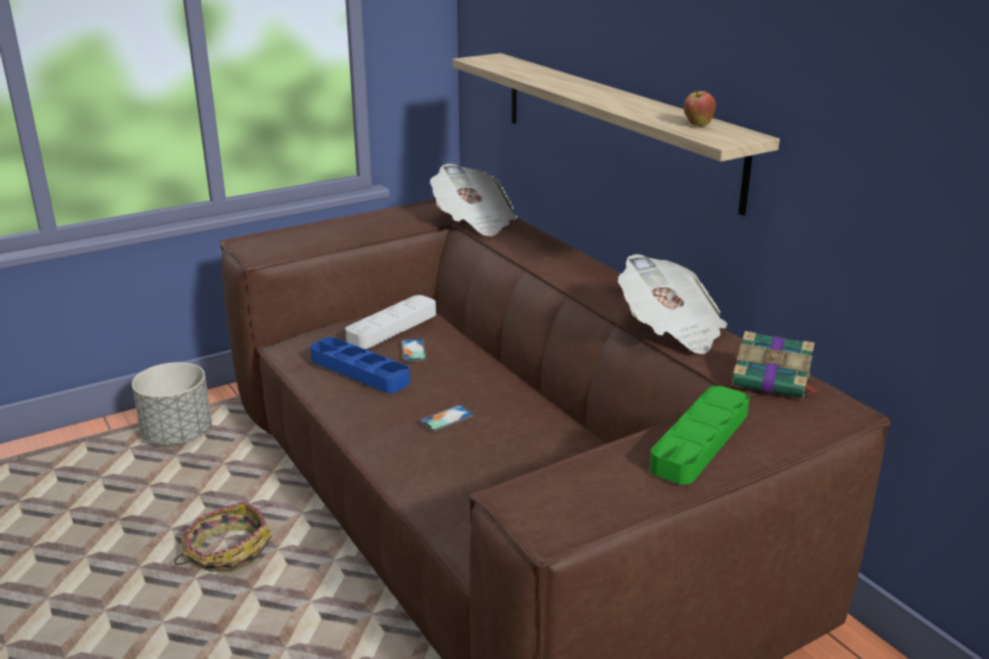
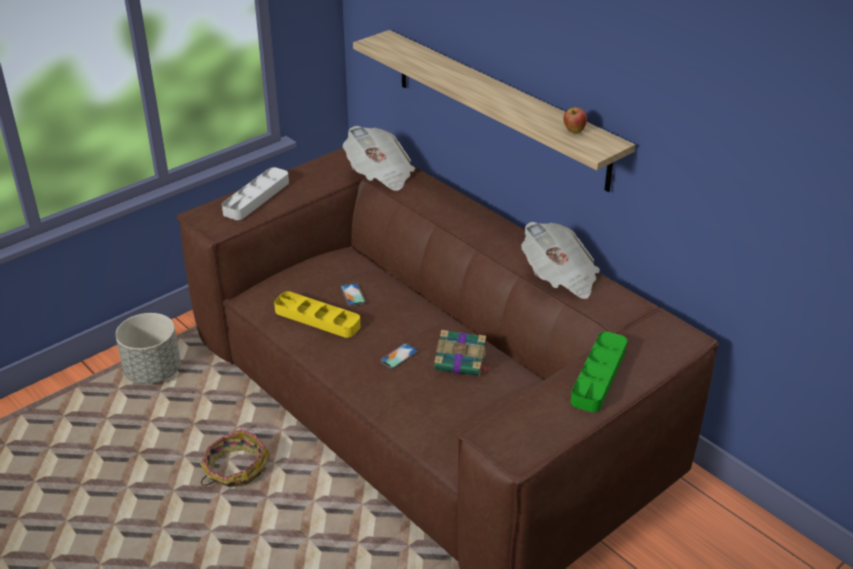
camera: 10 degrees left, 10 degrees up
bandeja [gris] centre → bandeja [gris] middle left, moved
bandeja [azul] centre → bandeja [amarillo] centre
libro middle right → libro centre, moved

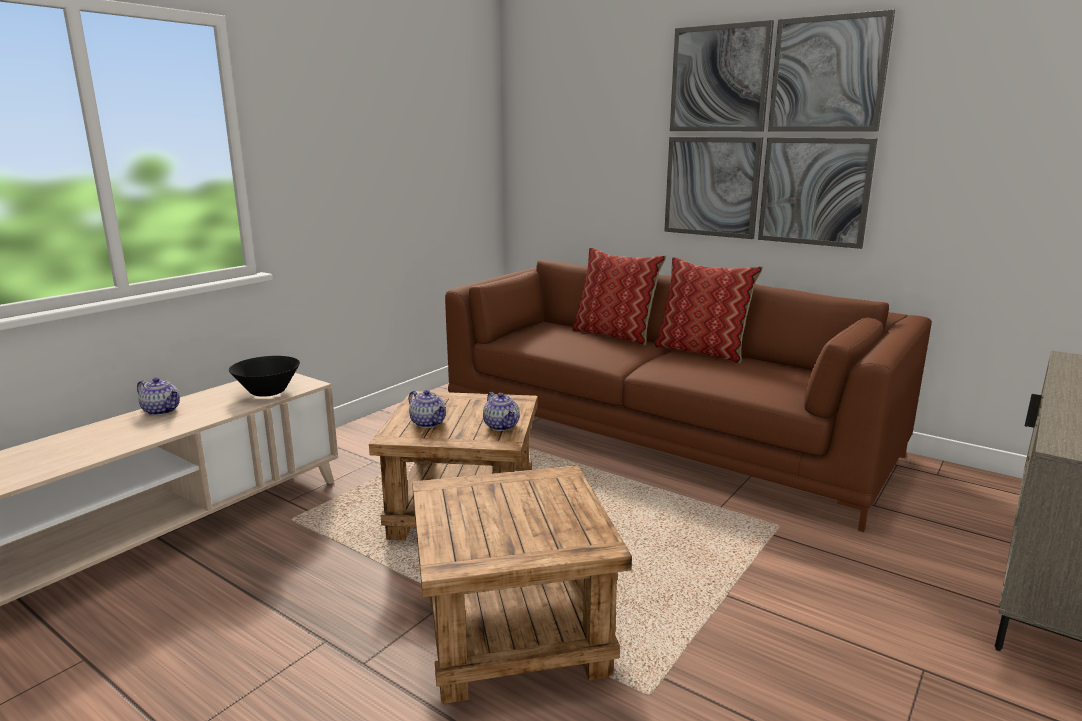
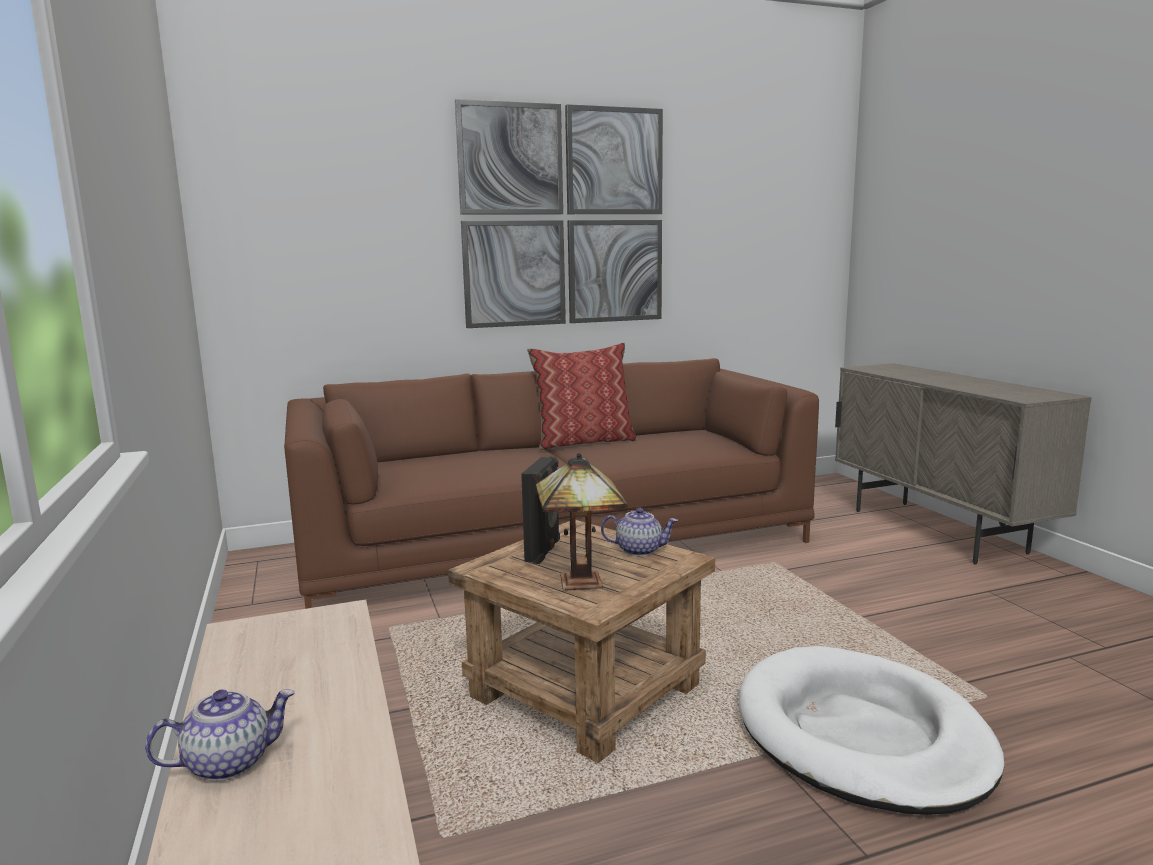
camera: 55 degrees left, 5 degrees down
- → altavoz [negro] centre
tetera (2nd from left) centre → lámpara de mesa centre
mesa auxiliar [marrón] (2nd from left) bottom centre → cama para perro [blanco] bottom right
cuenco [negro] middle left → -
cojín (1st from left) centre → -

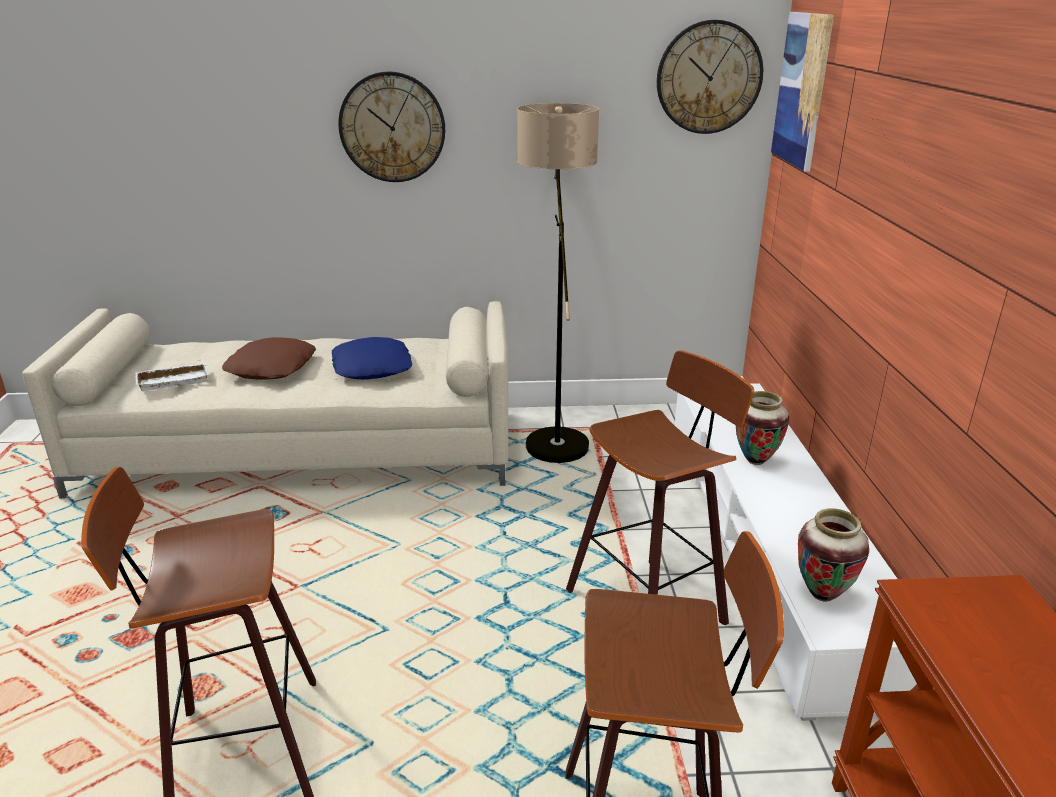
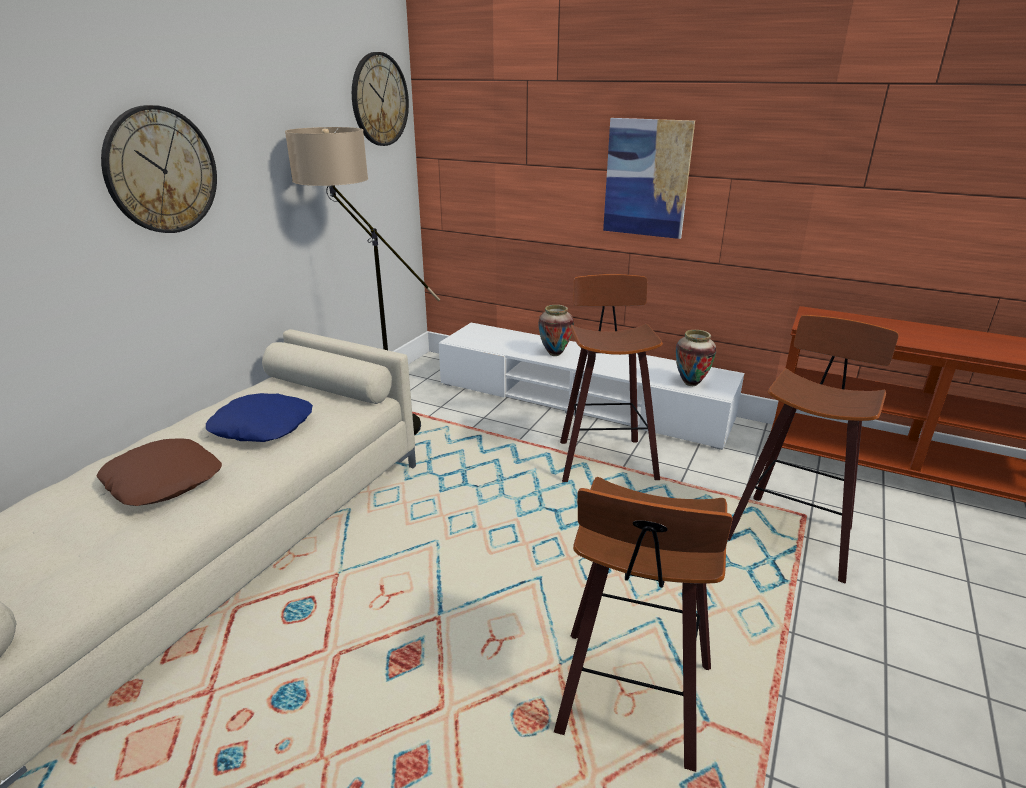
camera: 60 degrees left, 0 degrees up
cuadro top right → cuadro top centre, moved
bandeja [blanco] middle left → -

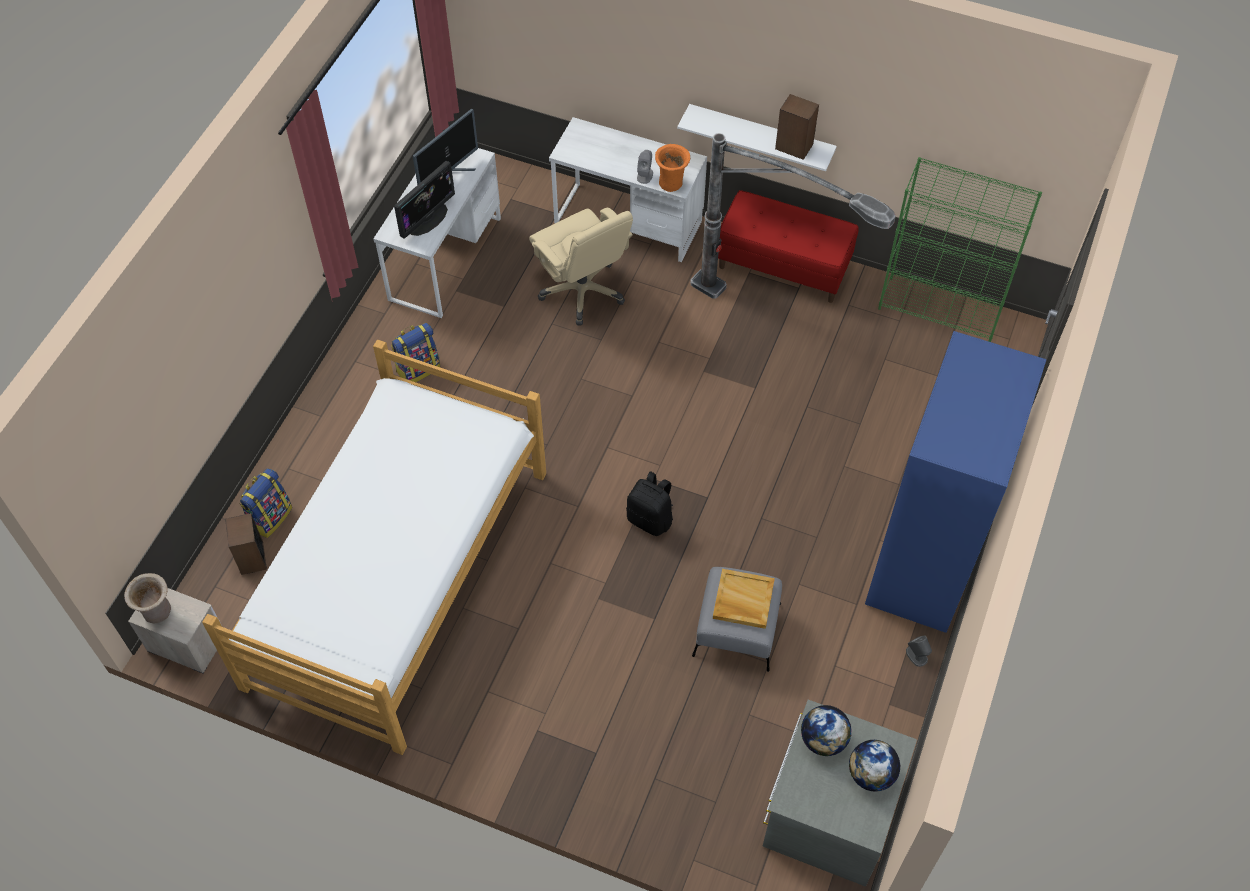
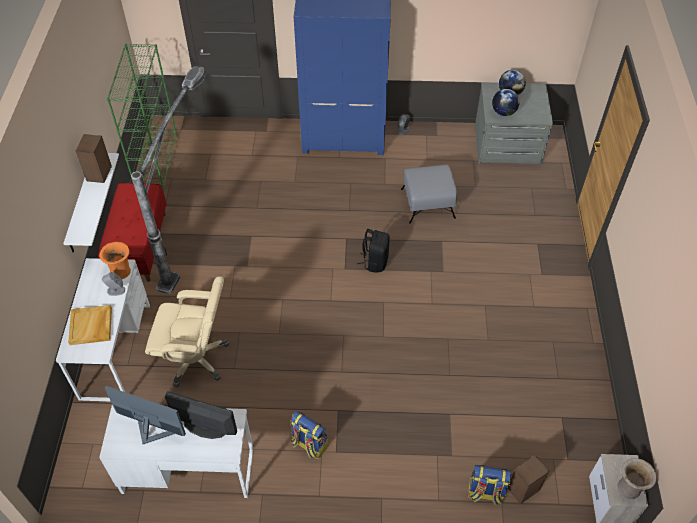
camera: 110 degrees left, 5 degrees down
bandeja [beis] bottom centre → bandeja [beis] middle left, moved
silla de oficina [beis] top centre → silla de oficina [beis] middle left, 60 degrees clockwise
cama middle left → -

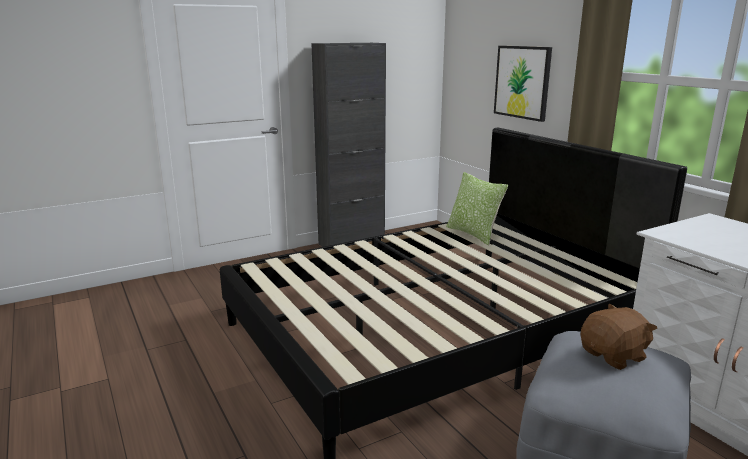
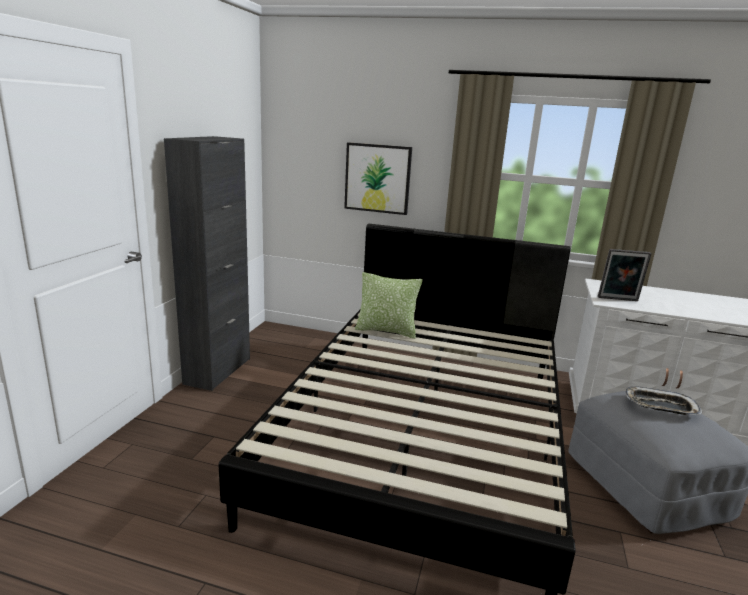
camera: 45 degrees left, 0 degrees up
- → portarretratos middle right
peluche [marrón] bottom right → bandeja bottom right

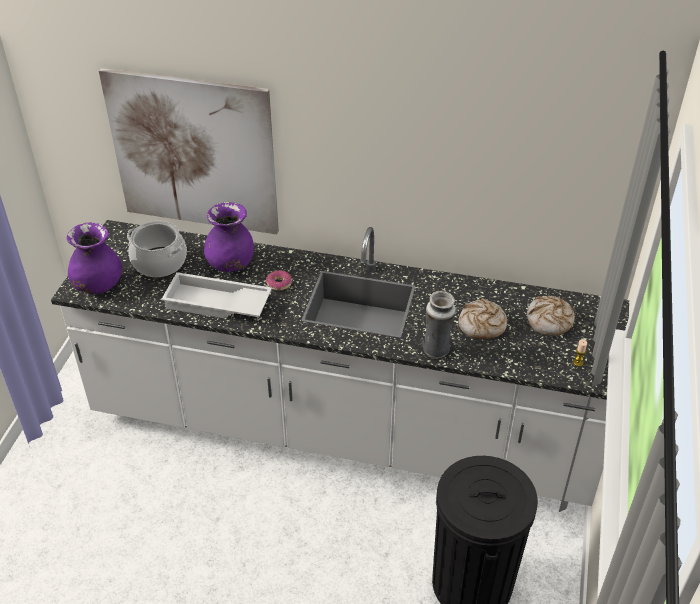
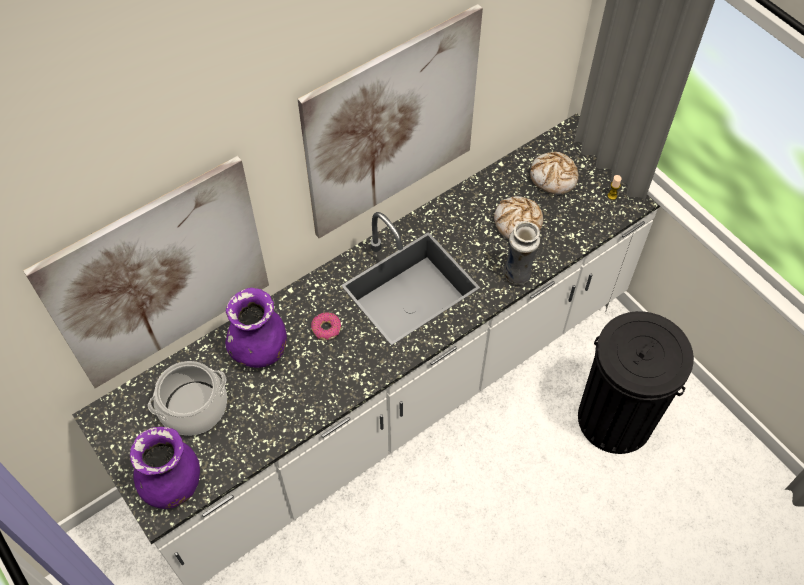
camera: 50 degrees left, 15 degrees up
- → cuadro (2nd from left) top centre
bandeja [blanco] middle left → -

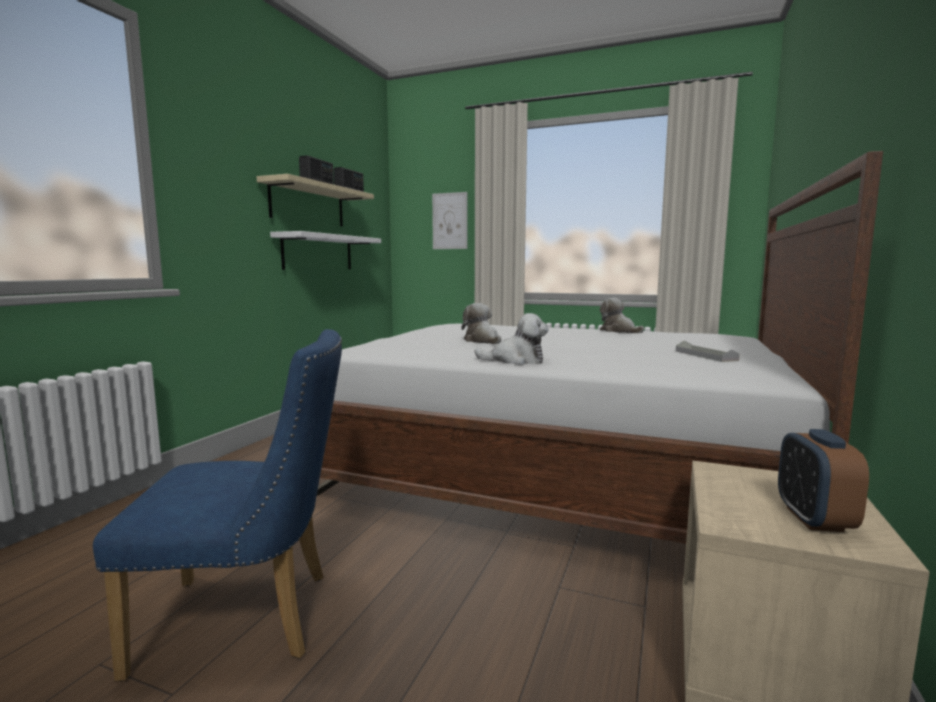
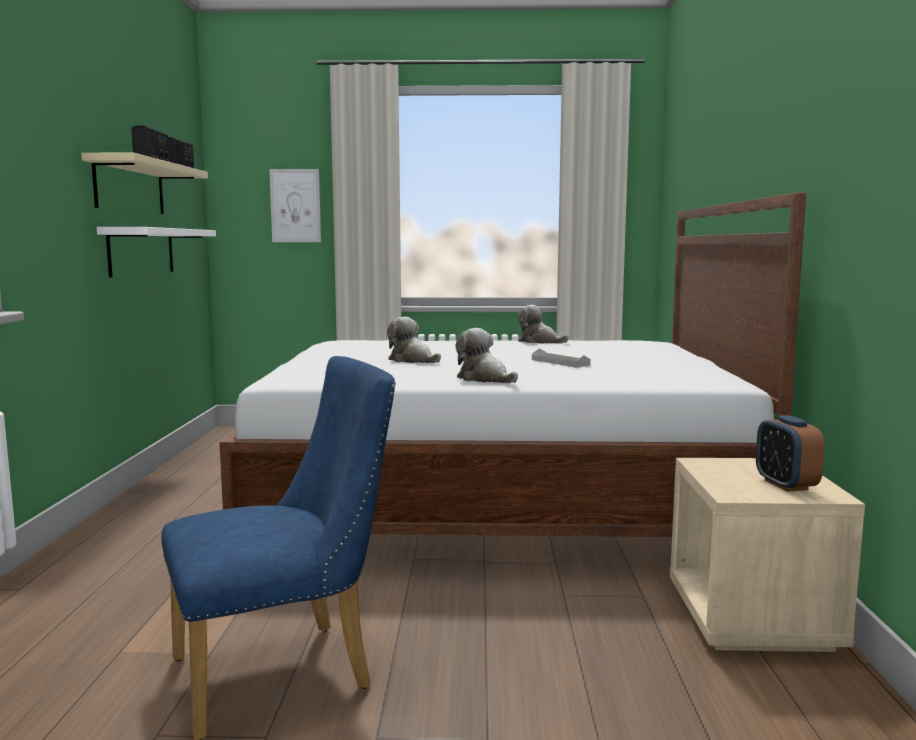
camera: 20 degrees left, 0 degrees up
peluche (2nd from left) centre, 120 degrees counterclockwise
bandeja [gris] middle right → bandeja [gris] centre, moved

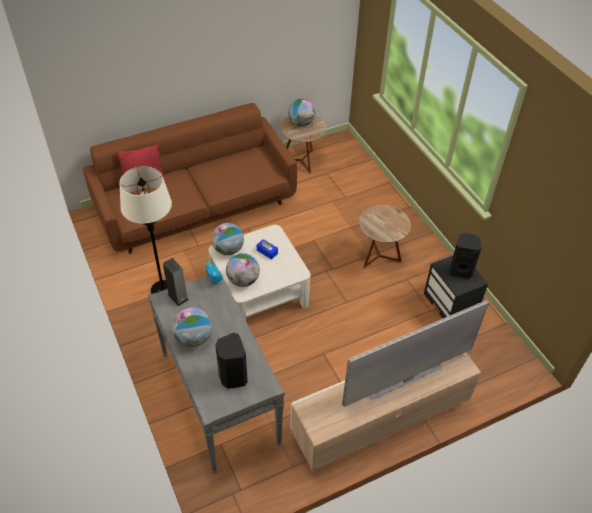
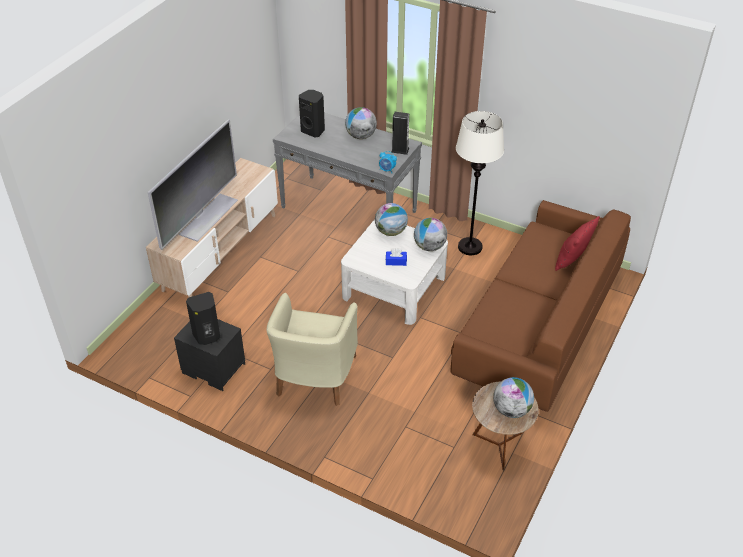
camera: 145 degrees right, 5 degrees down
mesa auxiliar [marrón] (2nd from left) centre → sillón [beis] centre

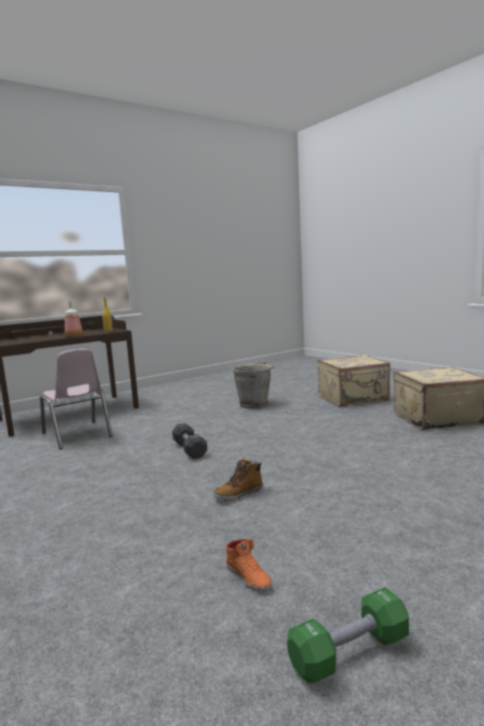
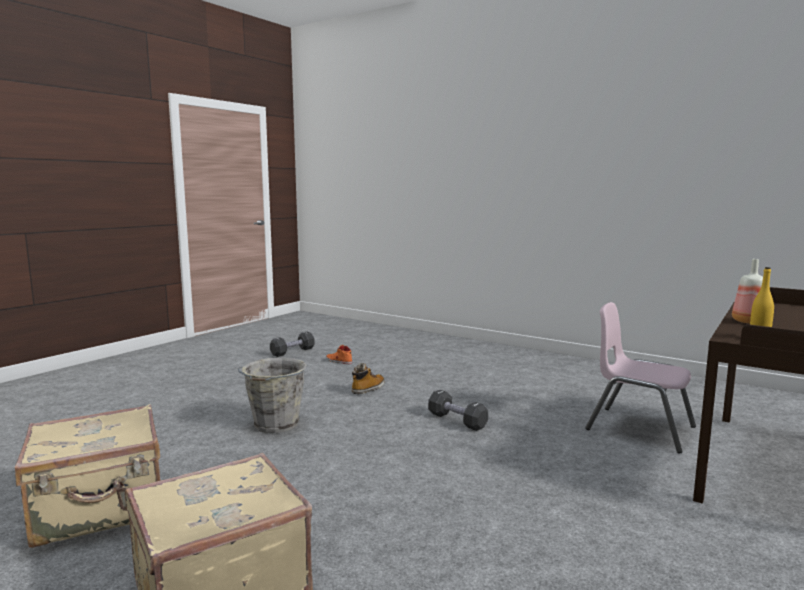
camera: 160 degrees right, 0 degrees up
cubo [gris] centre → cubo [gris] bottom centre, moved
mancuerna [verde] bottom right → mancuerna [negro] (1st from left) centre

